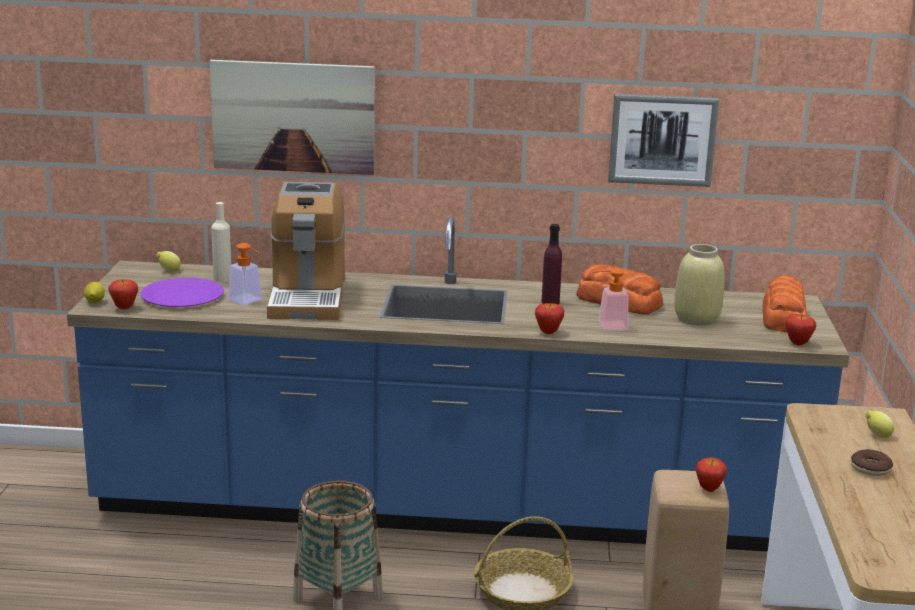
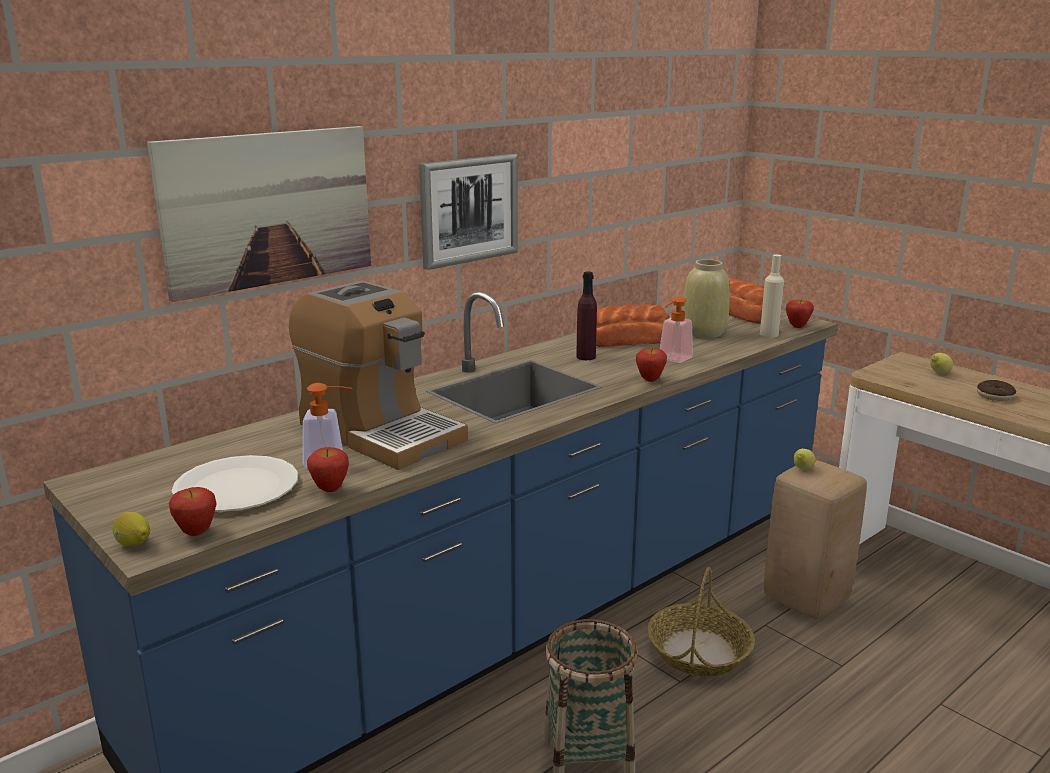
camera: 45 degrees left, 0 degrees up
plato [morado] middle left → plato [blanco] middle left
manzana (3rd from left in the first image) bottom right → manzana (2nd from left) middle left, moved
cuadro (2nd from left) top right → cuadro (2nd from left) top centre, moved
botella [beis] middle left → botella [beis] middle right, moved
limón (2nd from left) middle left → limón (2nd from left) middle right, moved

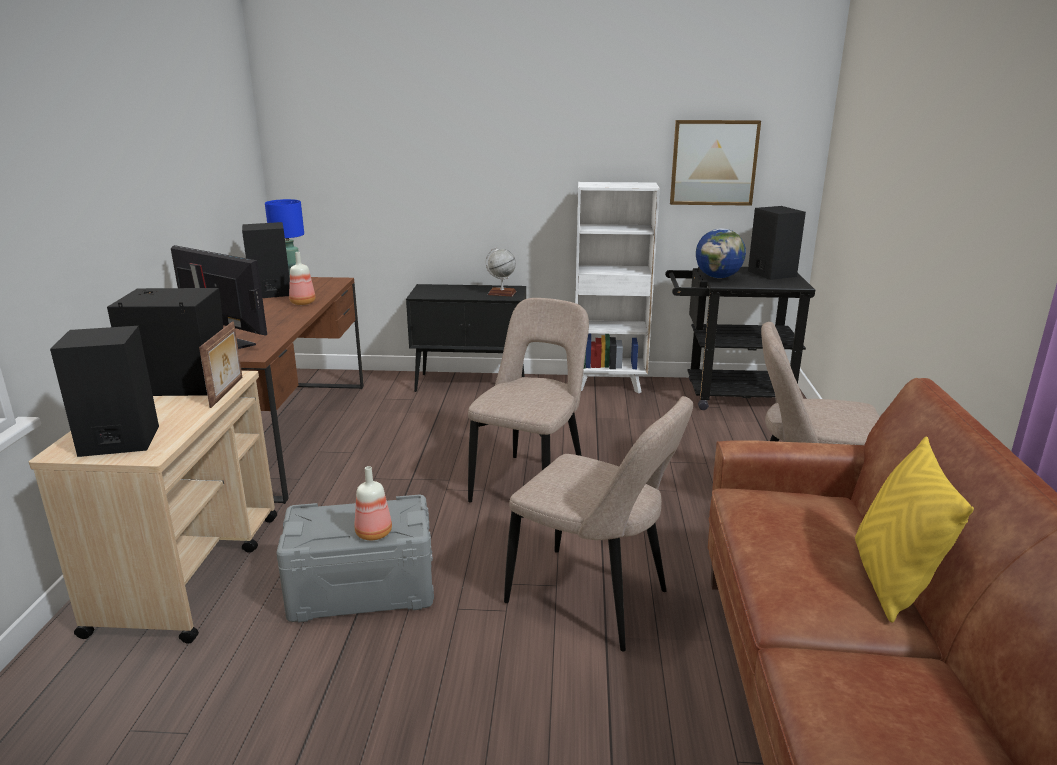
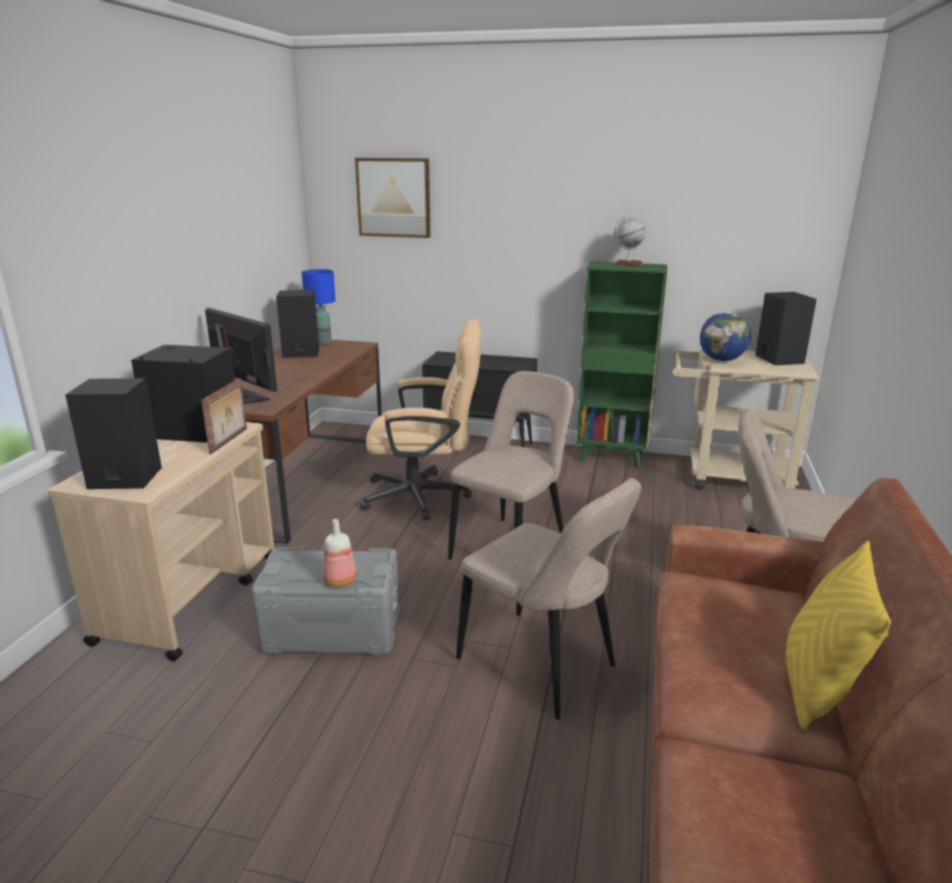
camera: 10 degrees right, 0 degrees up
cuadro top right → cuadro top centre, moved
- → silla de oficina [beis] centre
estantería [blanco] centre → estantería [verde] centre
globo terráqueo (1st from left) centre → globo terráqueo (1st from left) top centre, moved
carrito [negro] middle right → carrito [beis] (2nd from left) middle right
botella (1st from left) middle left → -

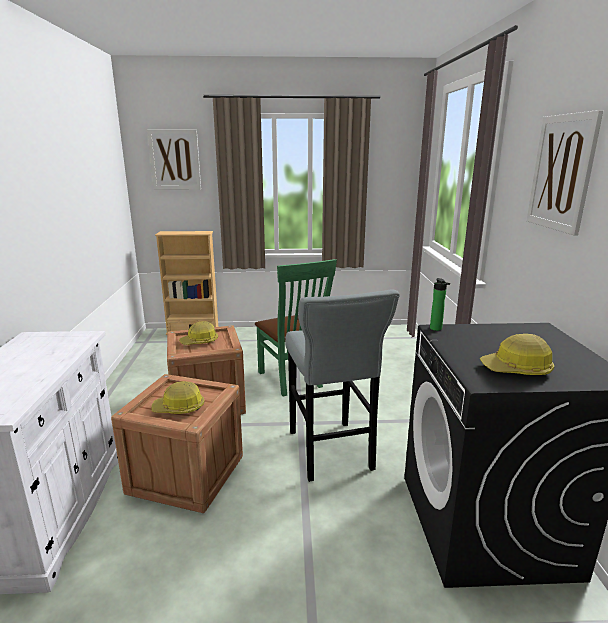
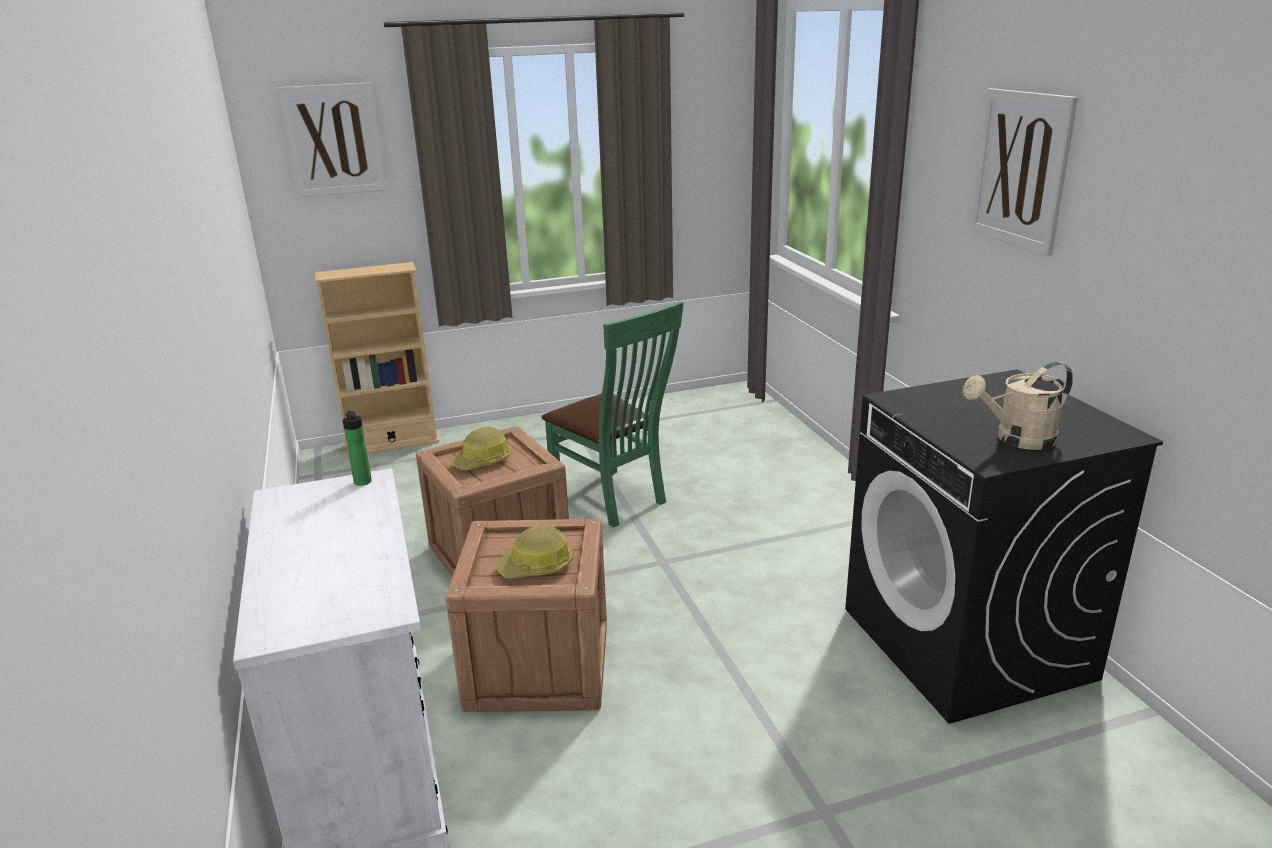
camera: 15 degrees left, 5 degrees up
botella middle right → botella middle left, moved
casco (3rd from left) middle right → regadera [beis] middle right
taburete [gris] centre → -

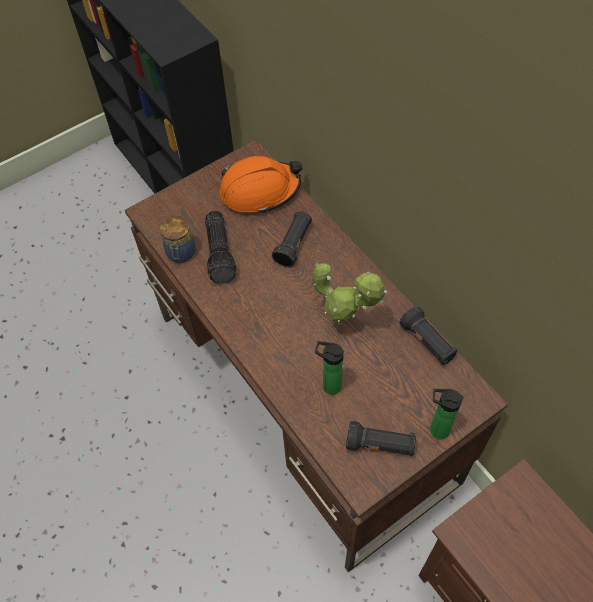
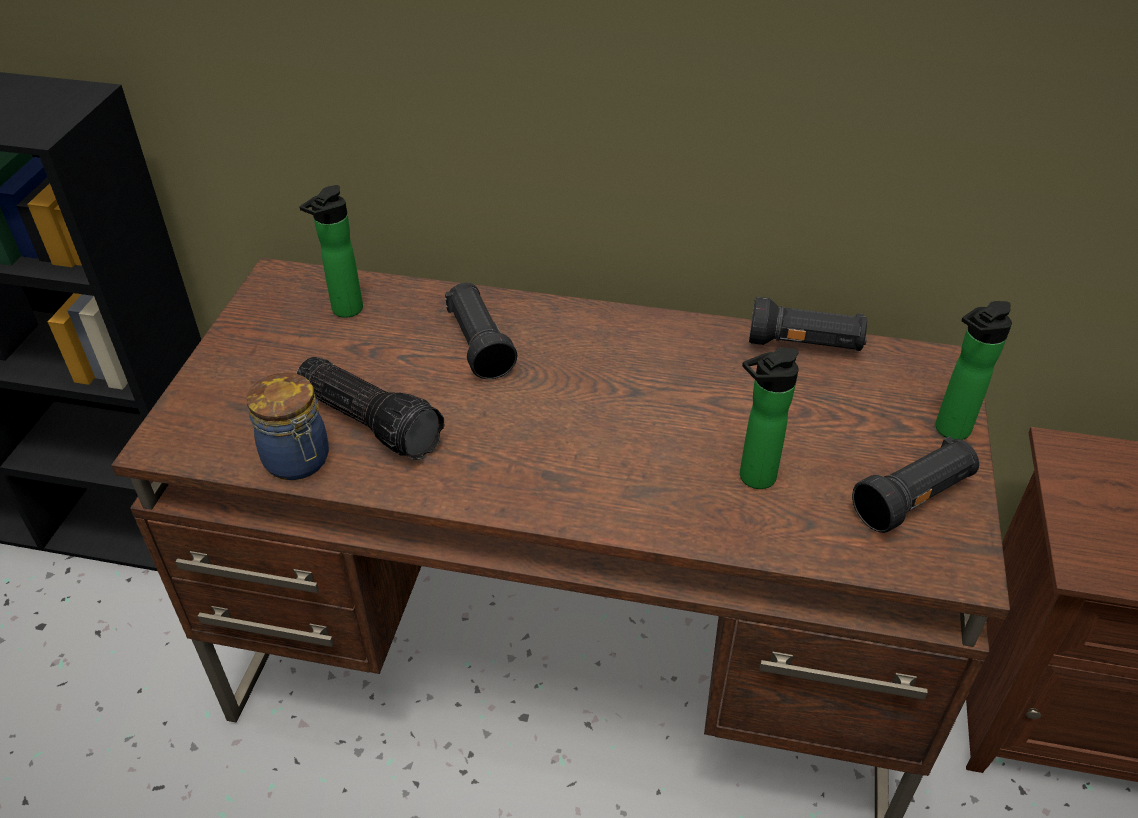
camera: 45 degrees left, 15 degrees down
casco [naranja] top centre → botella (1st from left) top left
planta en maceta centre → -

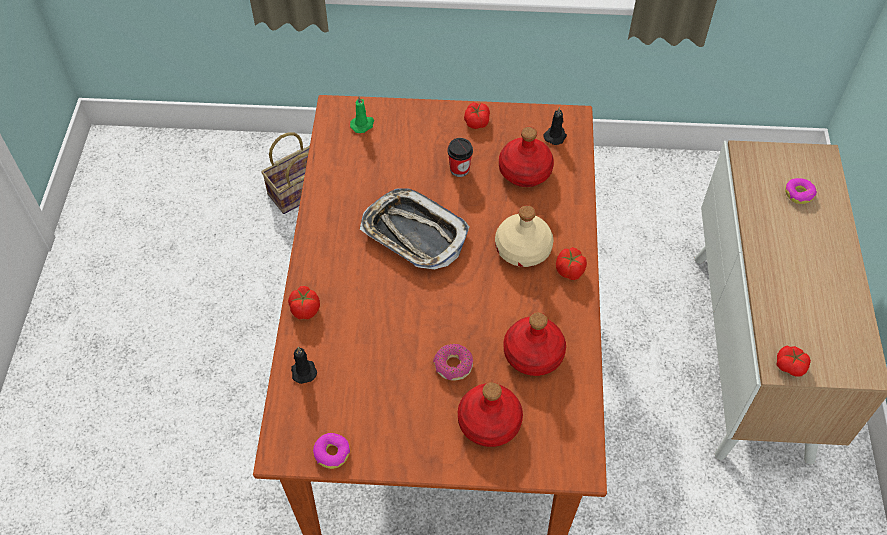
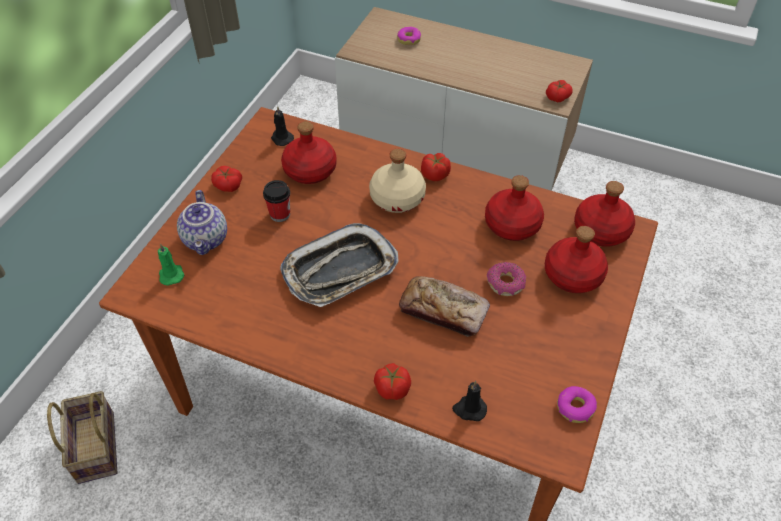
camera: 70 degrees left, 5 degrees down
- → tetera middle left
- → pan centre
- → botella [rojo] (4th from left) middle right

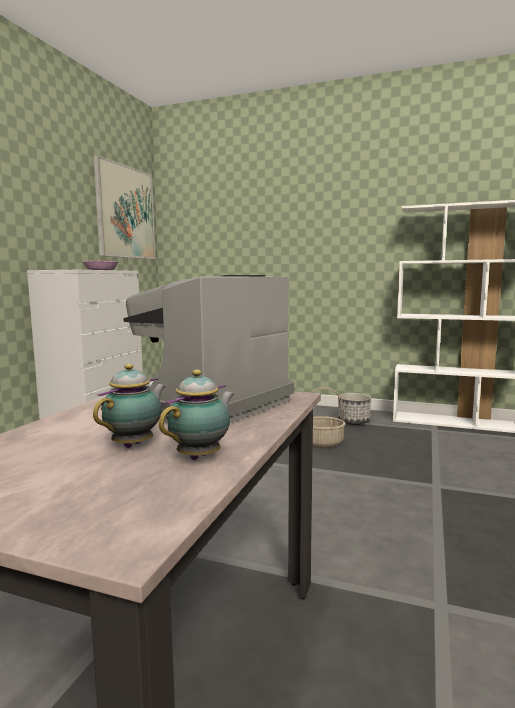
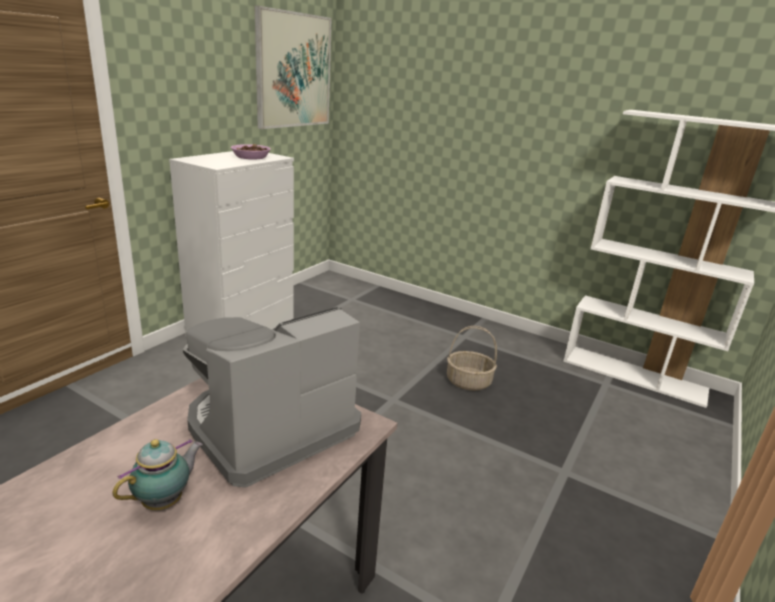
camera: 10 degrees right, 15 degrees up
tetera (2nd from left) centre → -
maceta middle right → -

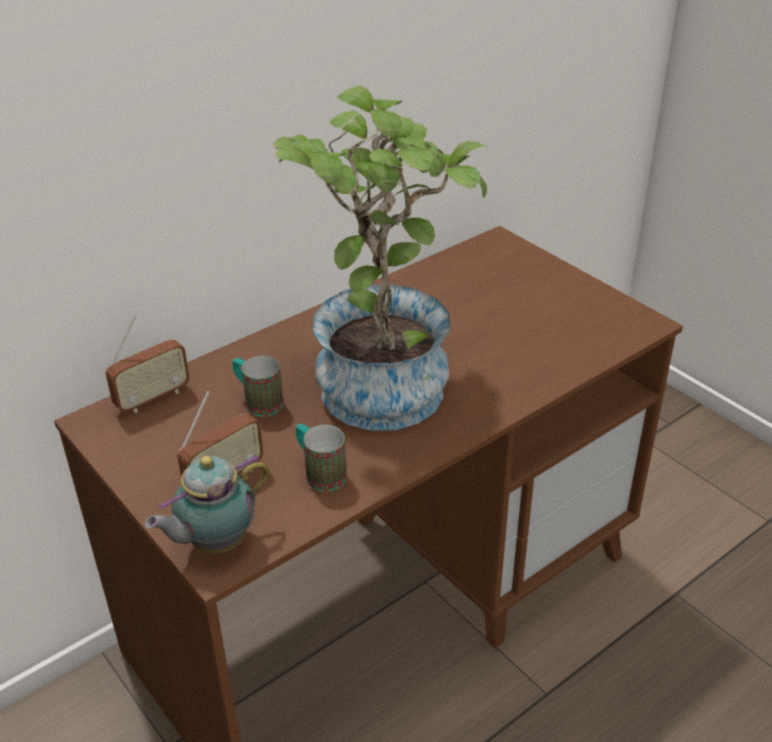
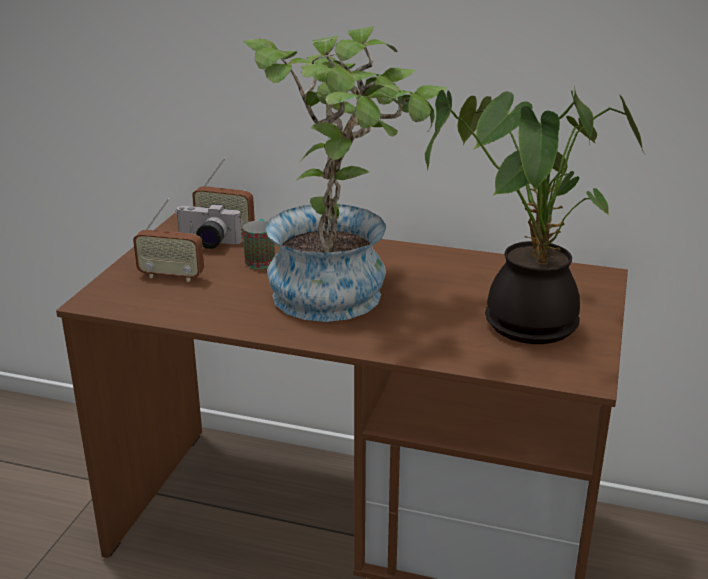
camera: 55 degrees right, 10 degrees down
- → cámara middle left
- → planta en maceta (2nd from left) middle right
tetera bottom left → -
taza grande (2nd from left) centre → -

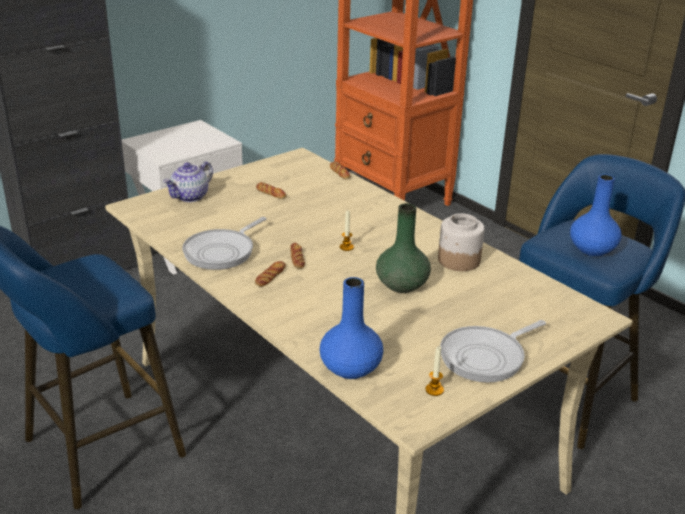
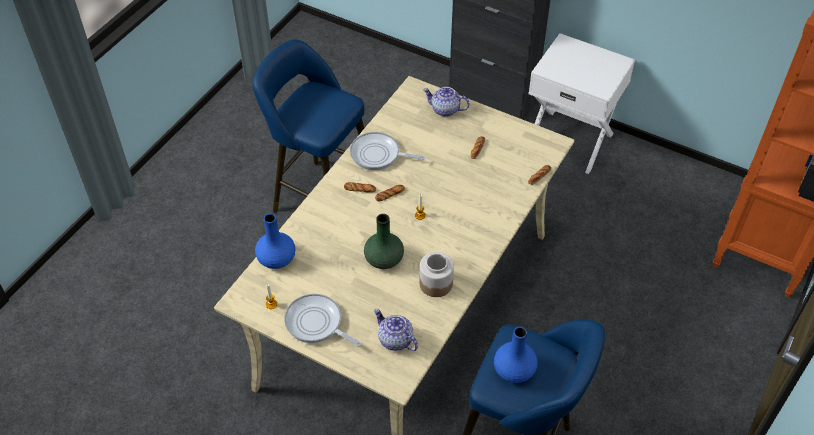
camera: 70 degrees right, 20 degrees up
- → tetera (1st from left) bottom centre

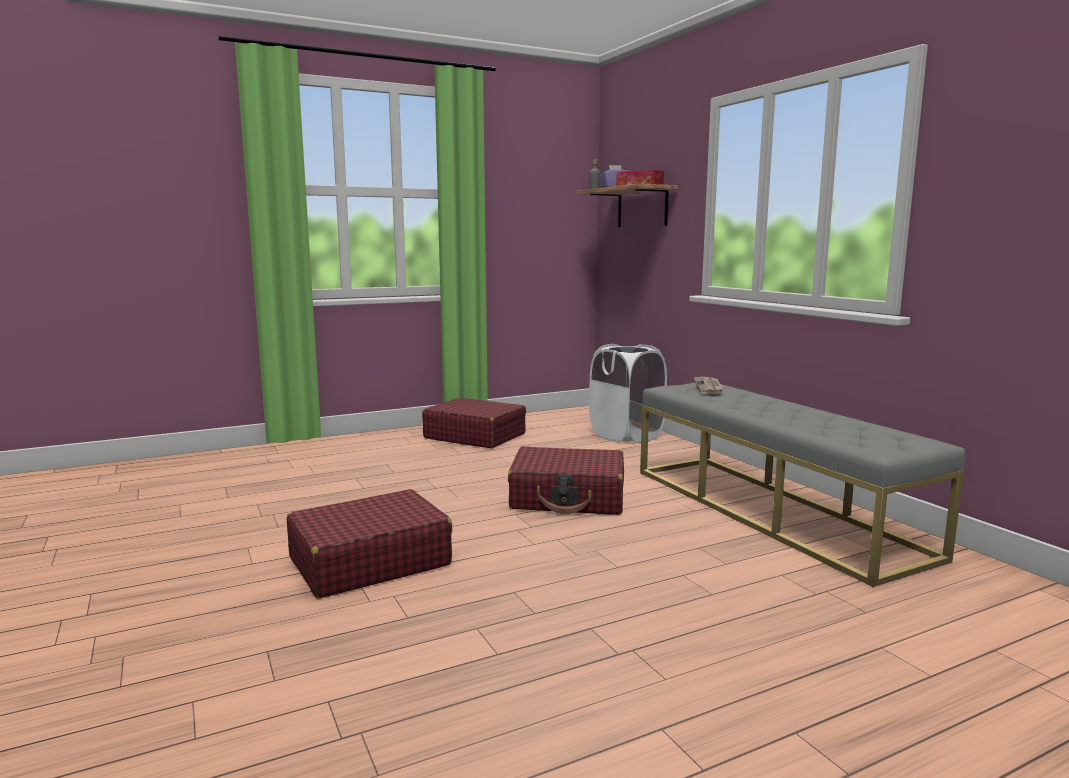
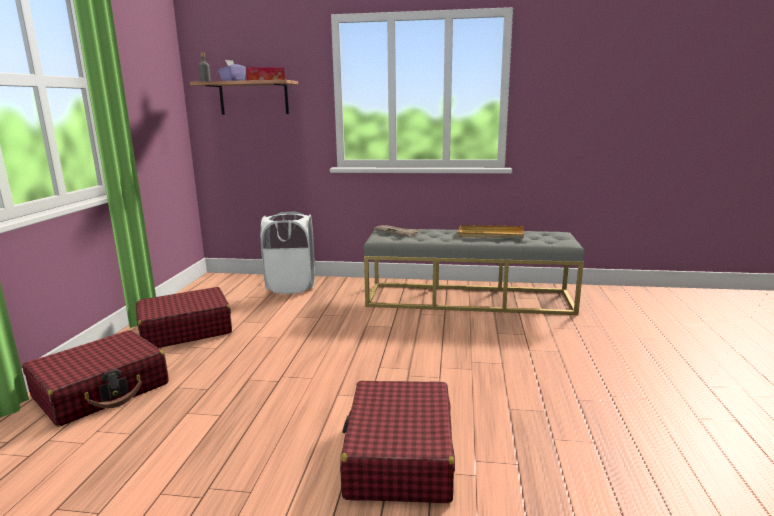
camera: 55 degrees left, 5 degrees up
maleta [rojo] (3rd from left in the first image) centre → maleta [rojo] (1st from left) bottom left, moved
- → bandeja [beis] centre

